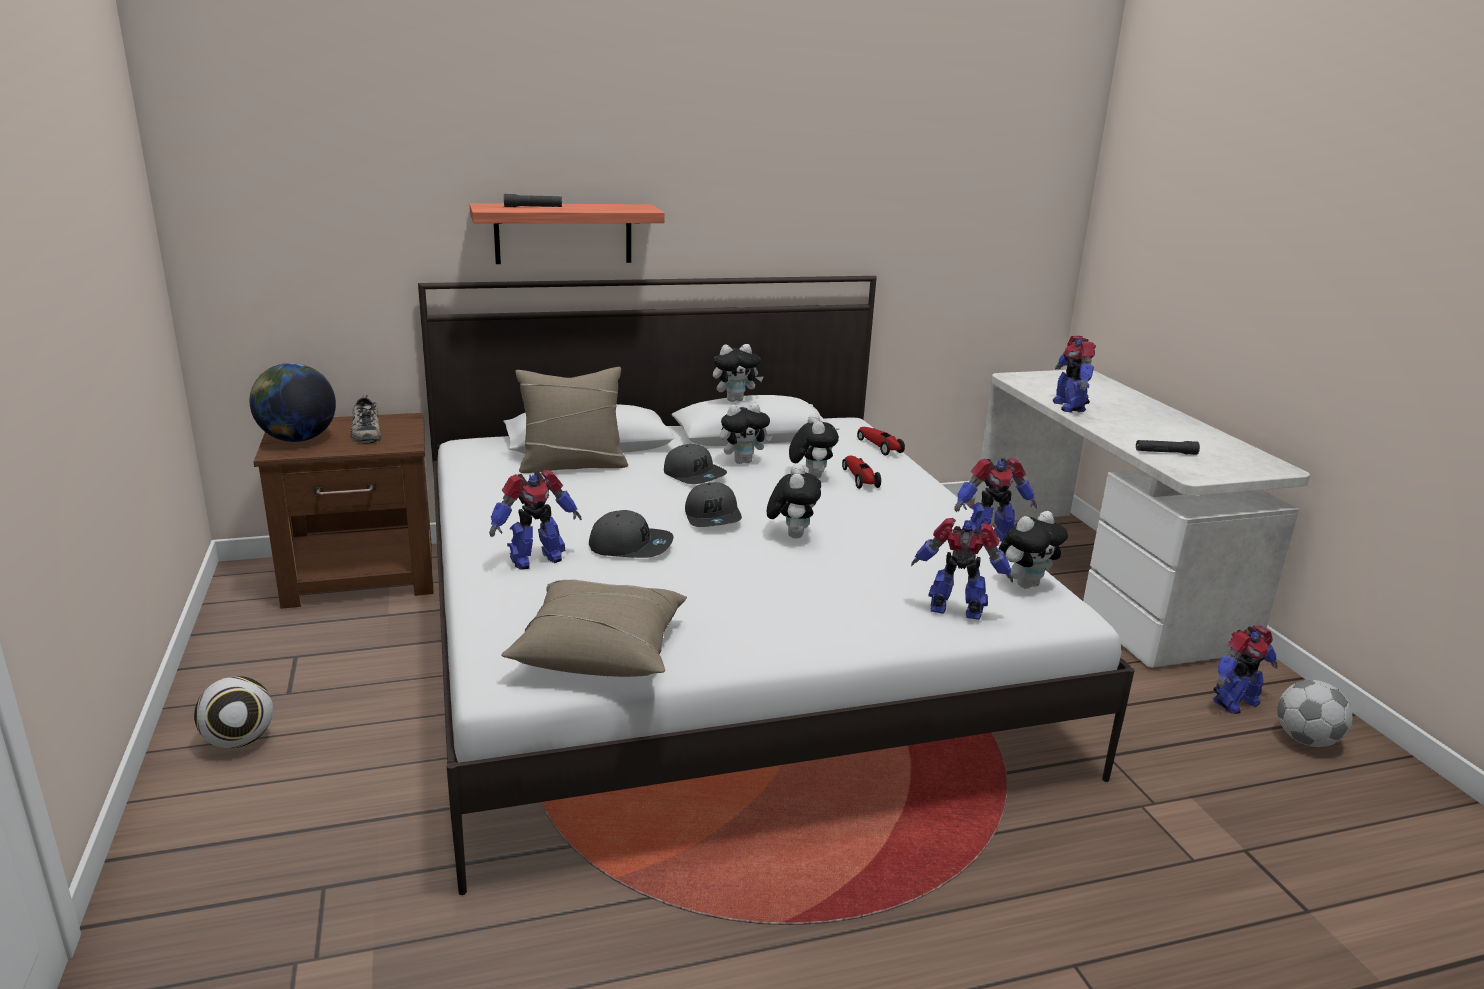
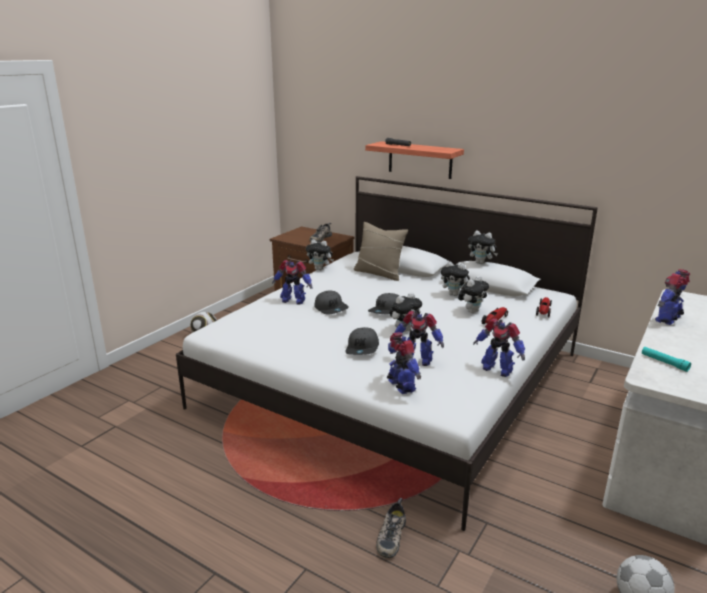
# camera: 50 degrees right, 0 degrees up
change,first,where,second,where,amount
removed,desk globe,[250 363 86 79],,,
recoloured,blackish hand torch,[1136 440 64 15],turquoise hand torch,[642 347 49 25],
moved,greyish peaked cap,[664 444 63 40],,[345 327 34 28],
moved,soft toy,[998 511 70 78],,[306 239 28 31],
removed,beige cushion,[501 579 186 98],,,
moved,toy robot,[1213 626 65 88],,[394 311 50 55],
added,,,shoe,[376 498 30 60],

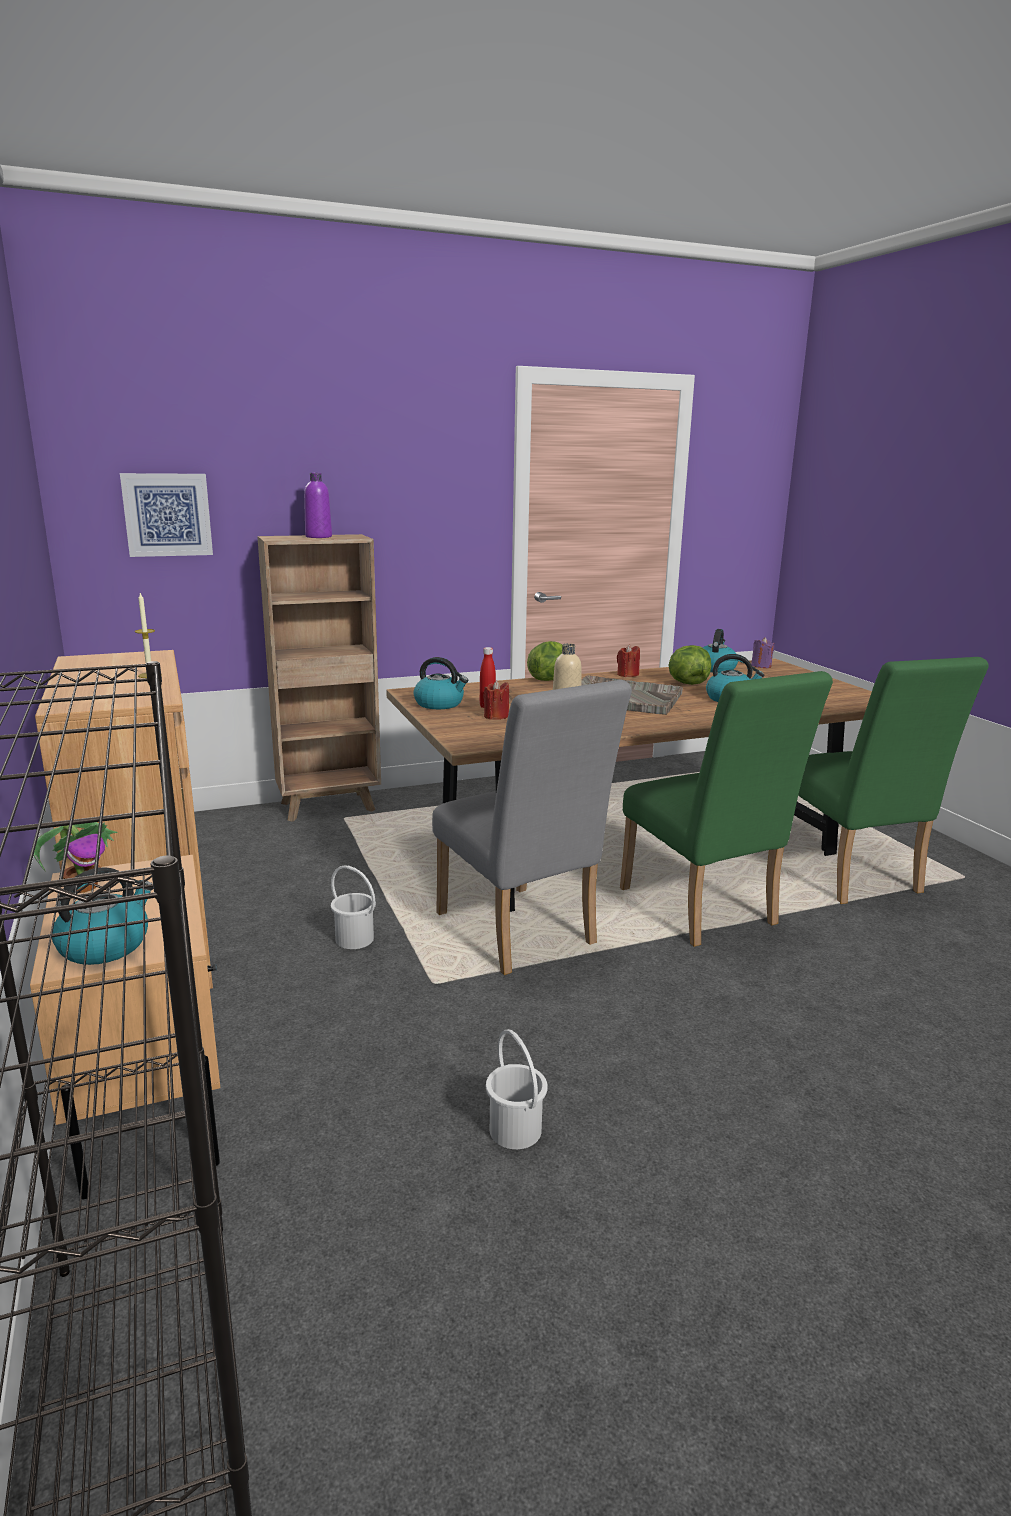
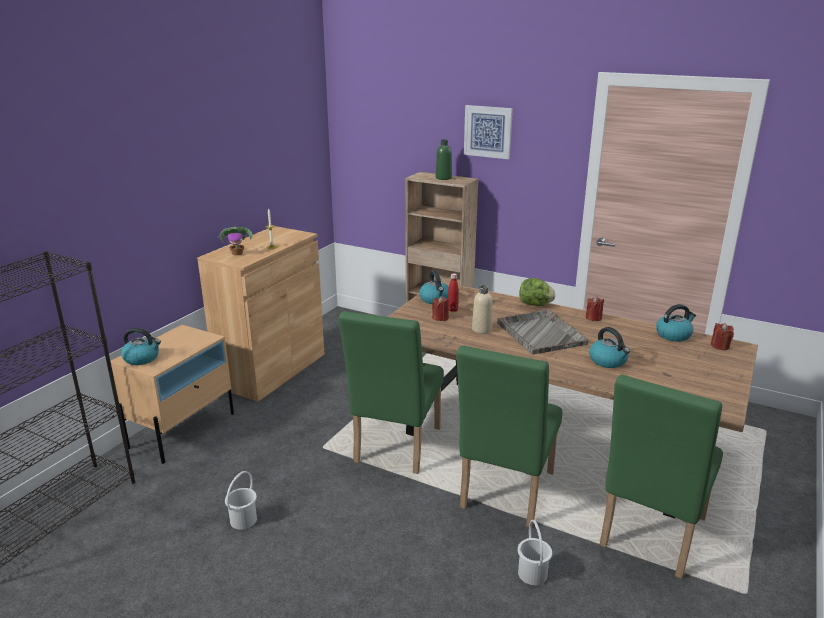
# camera: 50 degrees right, 5 degrees up
change,first,where,second,where,amount
moved,picture,[120 473 93 84],,[464 105 49 54],
recoloured,purple-coloured beverage bottle,[304 473 28 65],green beverage bottle,[436 140 16 40],
recoloured,purple-coloured wax light,[751 637 24 31],reddish wax light,[711 323 23 27],
removed,lettuce head,[669 645 42 40],,,
recoloured,greyish plain chair,[432 680 200 295],green plain chair,[338 311 106 163],
moved,plant in a pot,[33 822 85 71],,[218 227 35 29],
moved,white-coloured pail,[331 866 45 83],,[518 520 34 65],

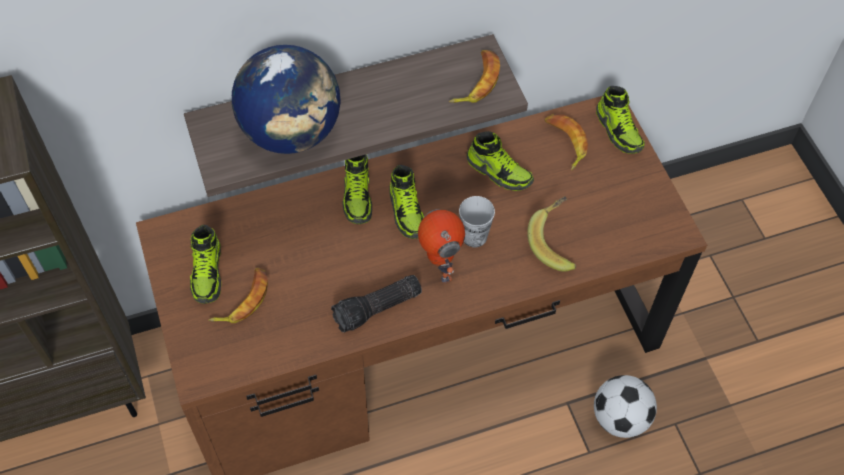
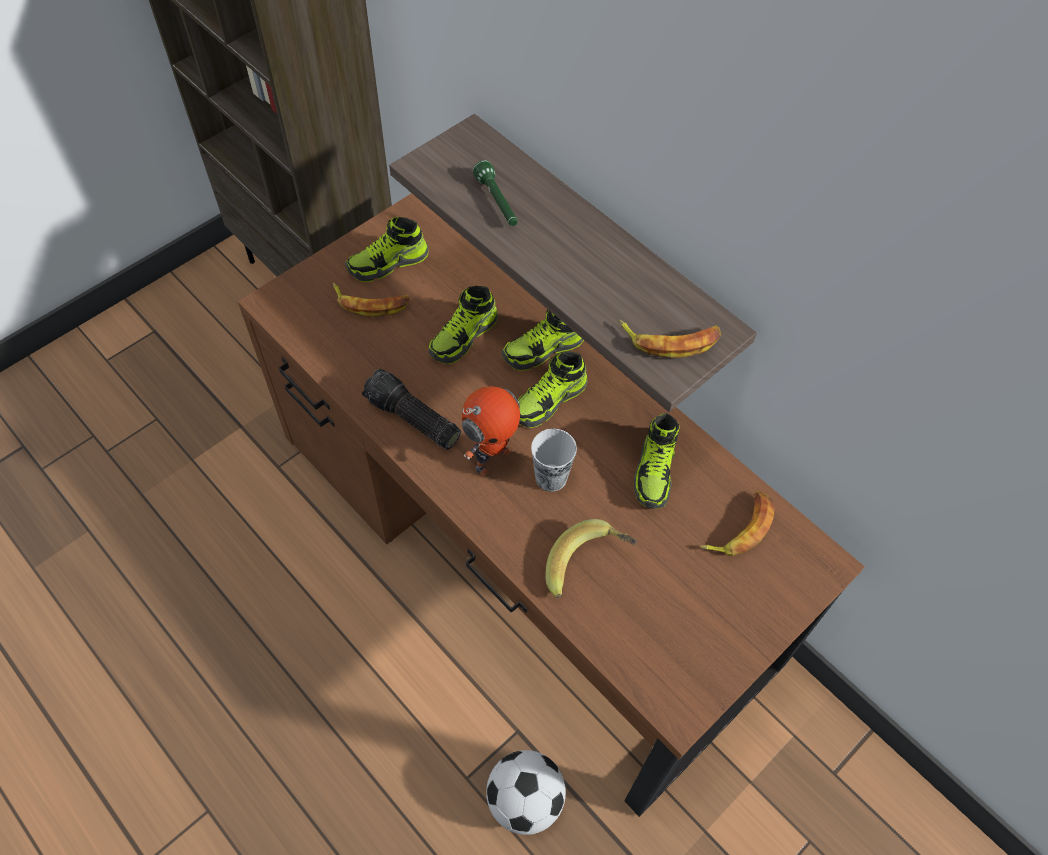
# camera: 65 degrees right, 0 degrees up
change,first,where,second,where,amount
replaced,desk globe,[232 45 108 109],green hand torch,[473 160 45 66],
moved,shoe,[596 86 49 68],,[428 286 70 78],

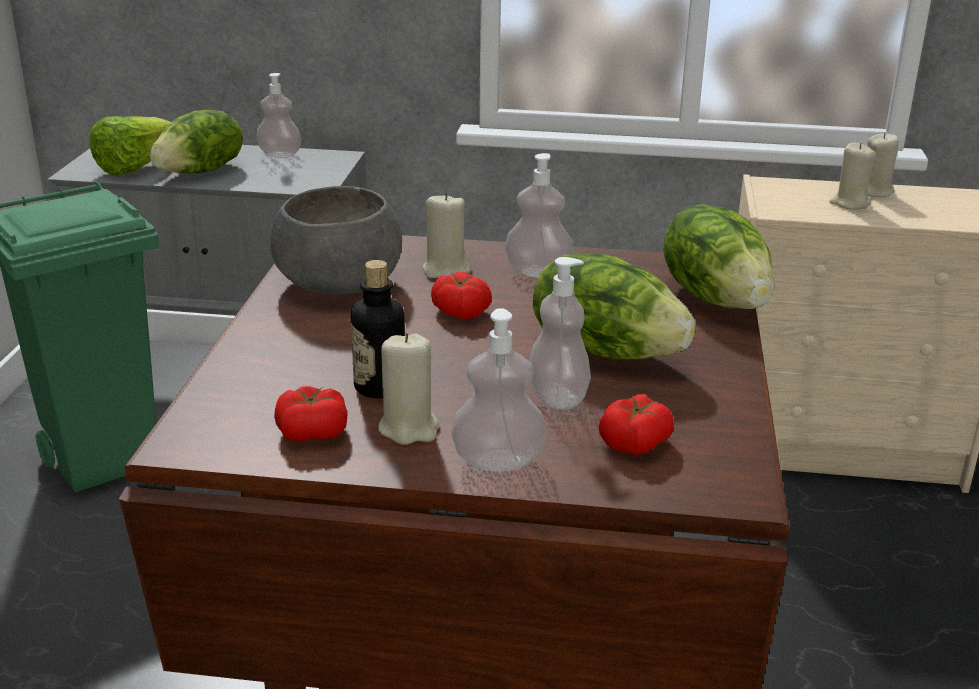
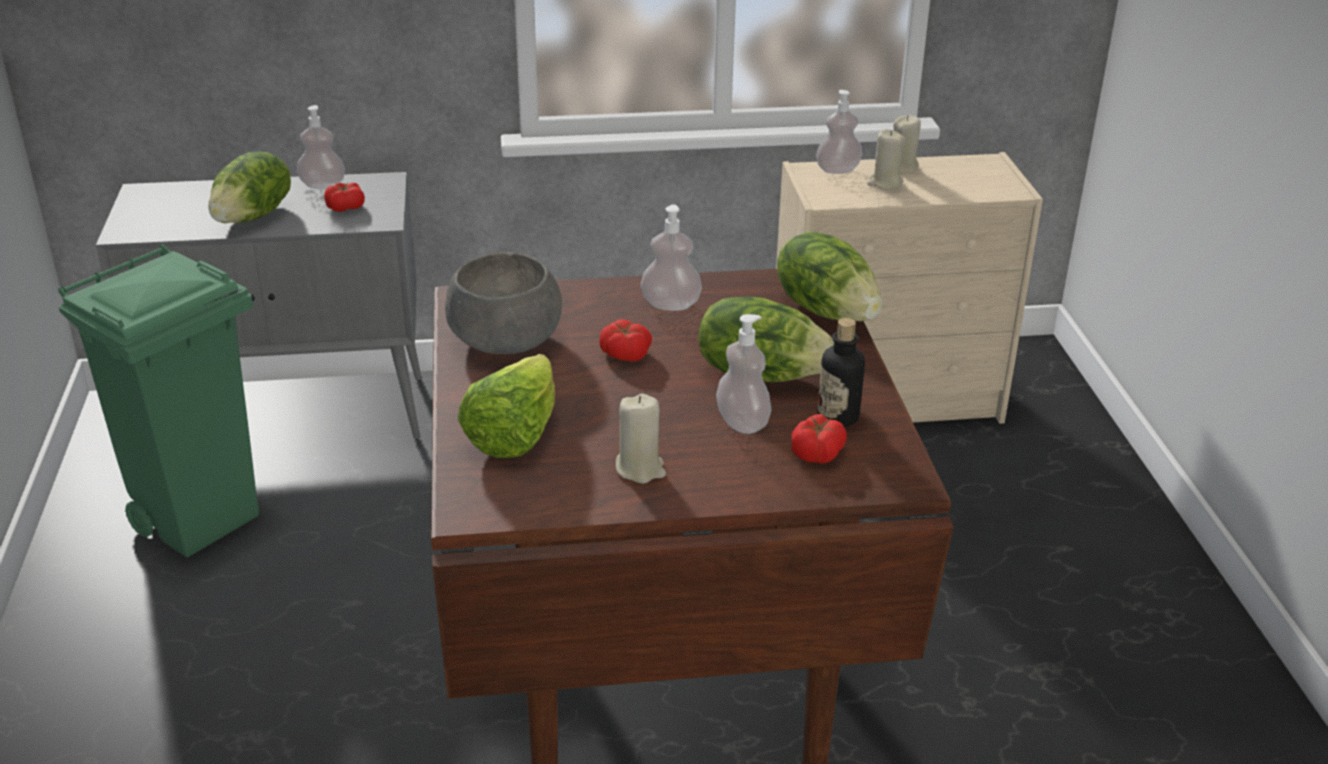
# camera: 15 degrees left, 5 degrees up
change,first,where,second,where,amount
moved,lettuce head,[89 116 82 59],,[458 354 97 104],
removed,beige wax light,[422 192 49 86],,,
moved,beverage bottle,[351 260 54 138],,[817 318 48 109],
moved,soap dispenser,[451 308 95 164],,[816 90 47 84],
moved,whole tomato,[274 386 74 55],,[324 182 41 30],

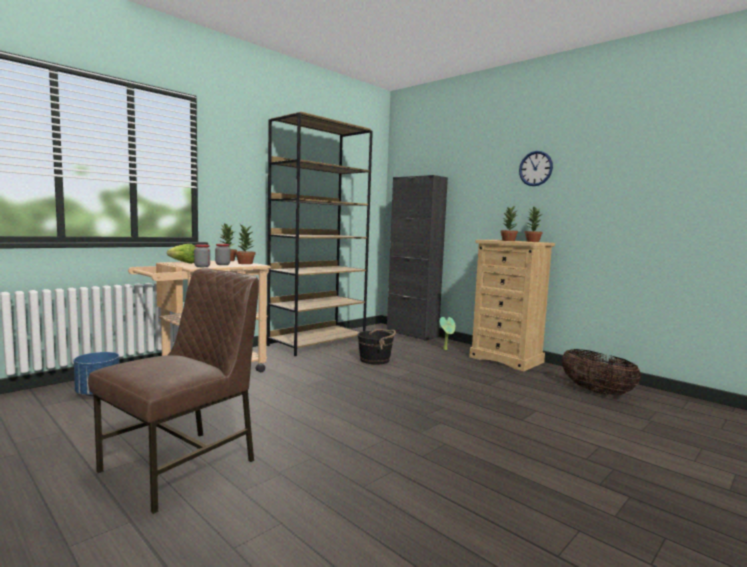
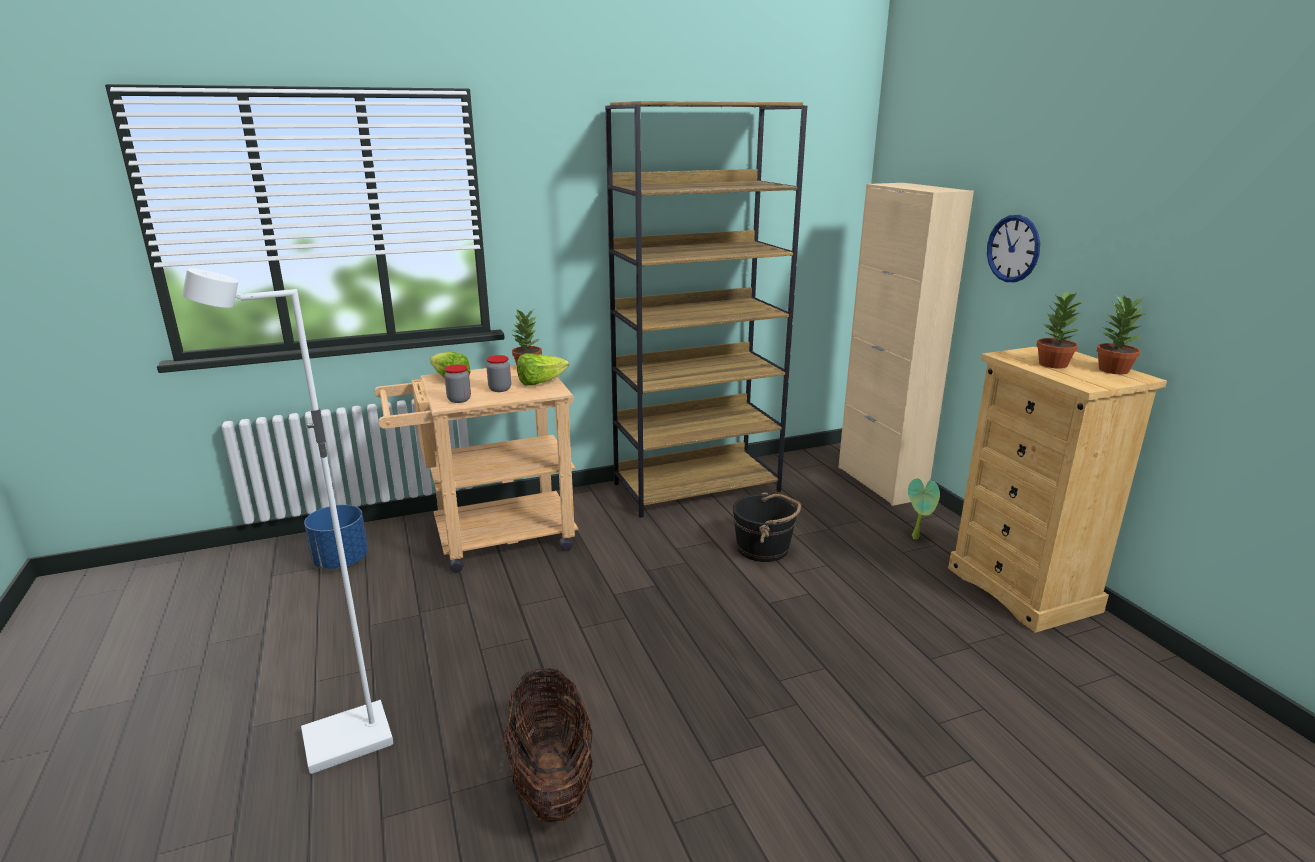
# camera: 25 degrees right, 15 degrees up
change,first,where,second,where,amount
moved,hanging clock,[519 151 34 35],,[987 215 53 67],
recoloured,blackish cupboard,[387 175 61 166],beige cupboard,[838 183 136 323],
replaced,plant in a pot,[235 223 20 41],lettuce head,[517 353 52 33],
replaced,brownish plain chair,[88 268 171 246],white-coloured standing lamp,[182 268 211 506],
moved,household basket,[562 349 79 46],,[504 668 89 154],

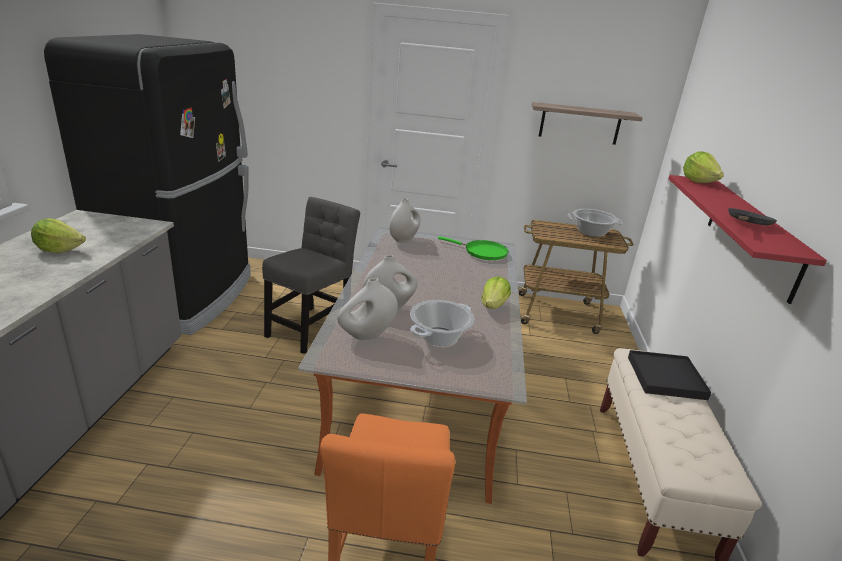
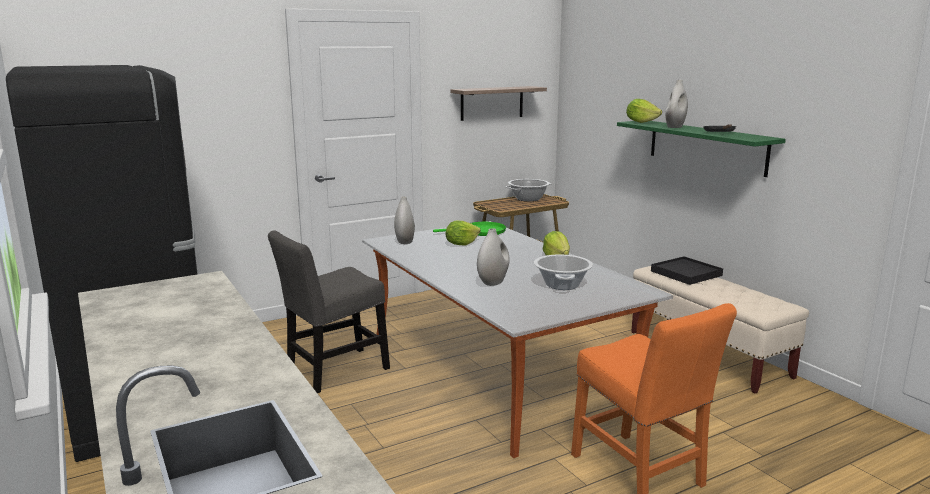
# camera: 35 degrees left, 10 degrees down
change,first,where,second,where,amount
recoloured,reddish wall shelf,[668 175 159 129],green wall shelf,[617 121 169 56],
turned,greyish plain chair,[262 197 98 157],,[268 231 122 162],120 degrees counterclockwise
moved,lettuce head,[31 218 55 35],,[446 221 35 24],
moved,white-coloured vase,[337 278 61 62],,[665 80 23 48],

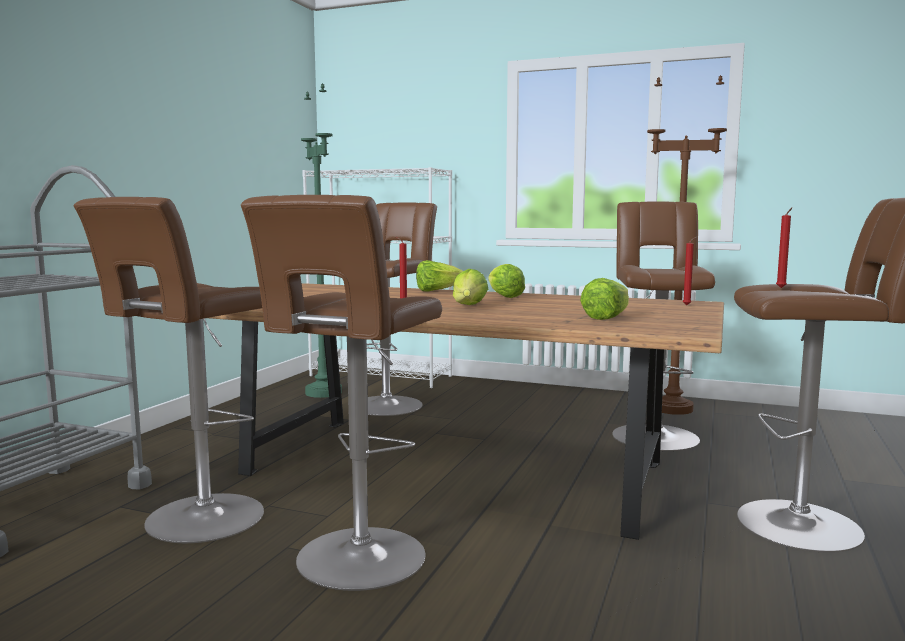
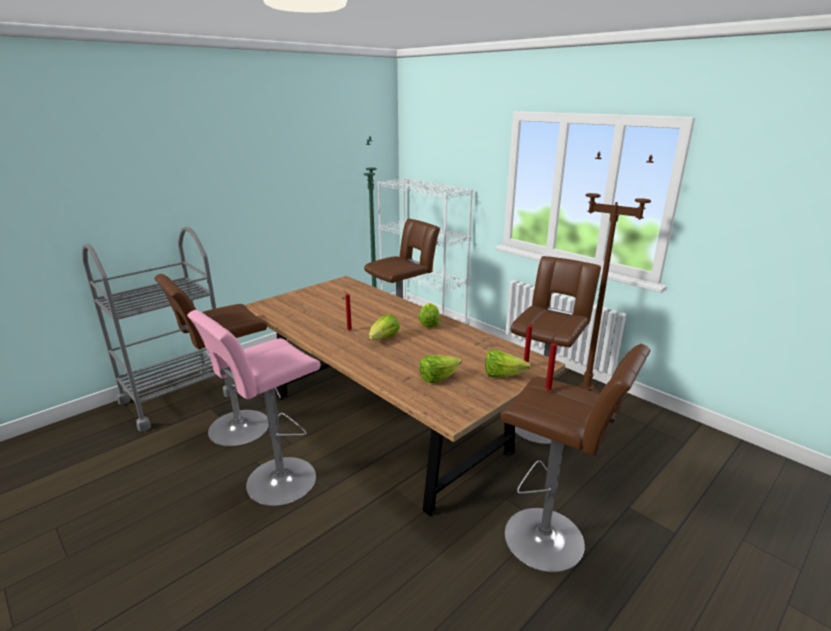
# camera: 25 degrees right, 15 degrees up
change,first,where,second,where,amount
recoloured,brownish stool,[241 195 201 396],pinkish stool,[187 310 134 196],
moved,lettuce head,[416 260 47 32],,[485 349 46 28],

